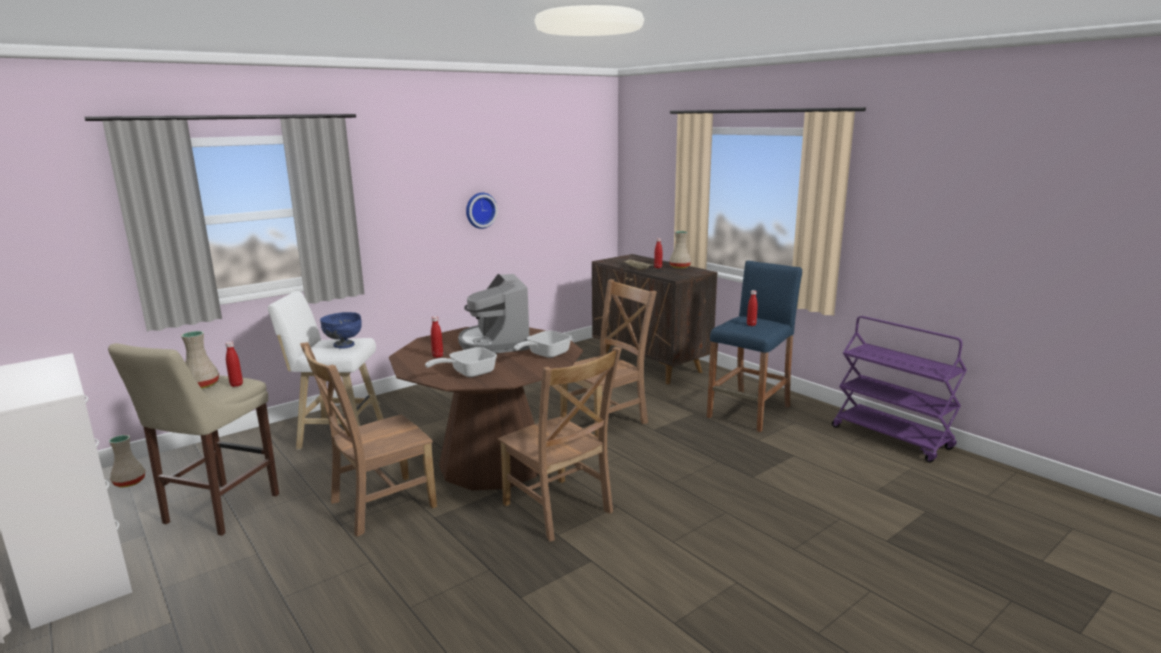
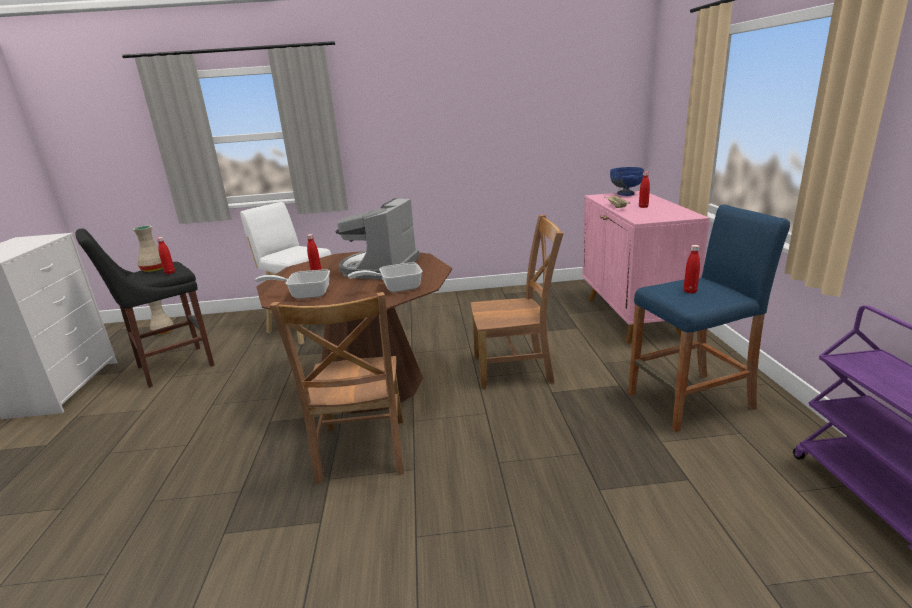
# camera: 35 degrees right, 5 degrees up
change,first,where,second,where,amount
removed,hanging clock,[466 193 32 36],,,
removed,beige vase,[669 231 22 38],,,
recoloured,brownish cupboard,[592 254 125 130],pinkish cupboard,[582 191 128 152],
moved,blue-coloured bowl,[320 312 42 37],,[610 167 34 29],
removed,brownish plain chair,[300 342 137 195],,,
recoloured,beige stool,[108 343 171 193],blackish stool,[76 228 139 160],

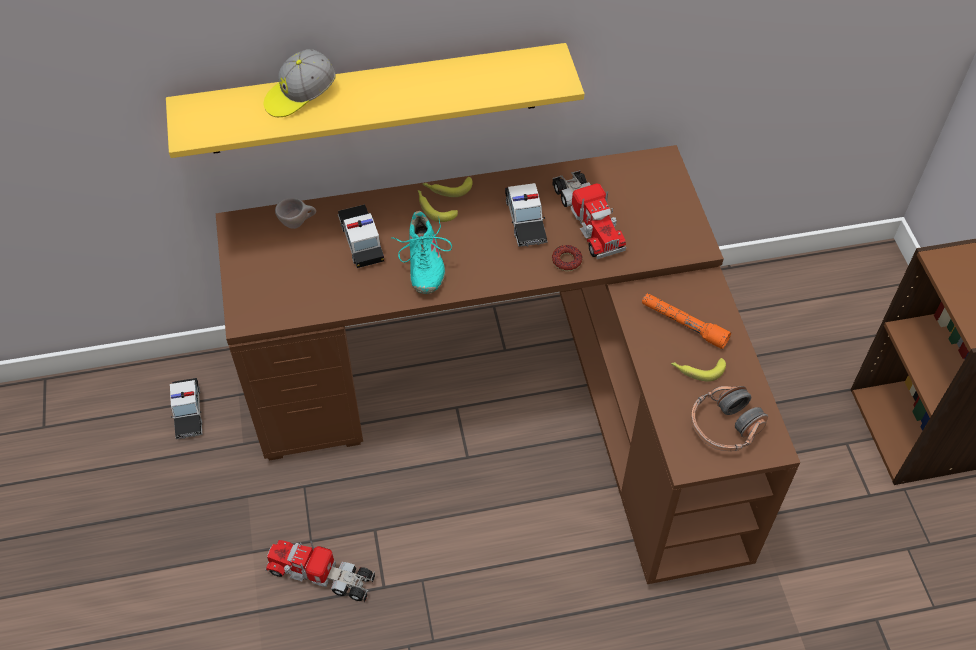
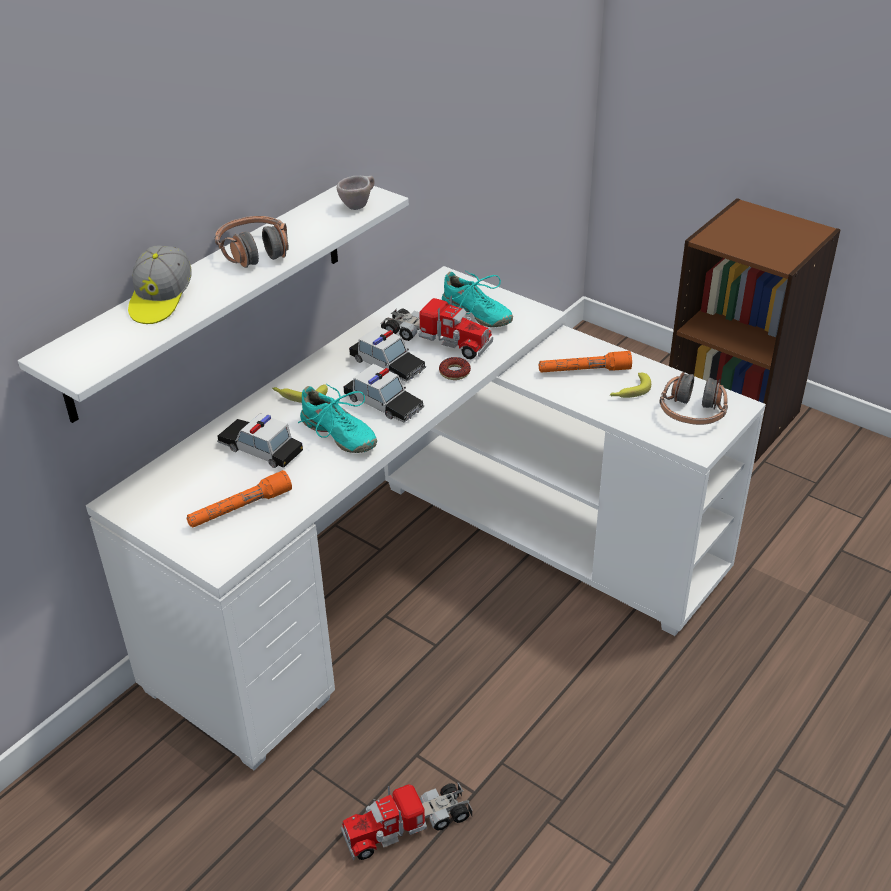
# camera: 40 degrees left, 15 degrees down
change,first,where,second,where,amount
recoloured,yellow wall shelf,[166 43 418 115],white-coloured wall shelf,[18 185 391 238],
recoloured,brownish desk unit,[216 145 584 439],white-coloured desk unit,[86 266 680 504],
removed,whole banana,[423 177 50 20],,,
moved,beige small cup,[275 198 41 31],,[337 176 38 34],
moved,model car,[170 378 32 61],,[344 364 80 59],
added,,,headphones,[215 216 74 52],
added,,,turquoise shoe,[442 271 71 56],
added,,,orange-coloured hand torch,[187 470 105 58],

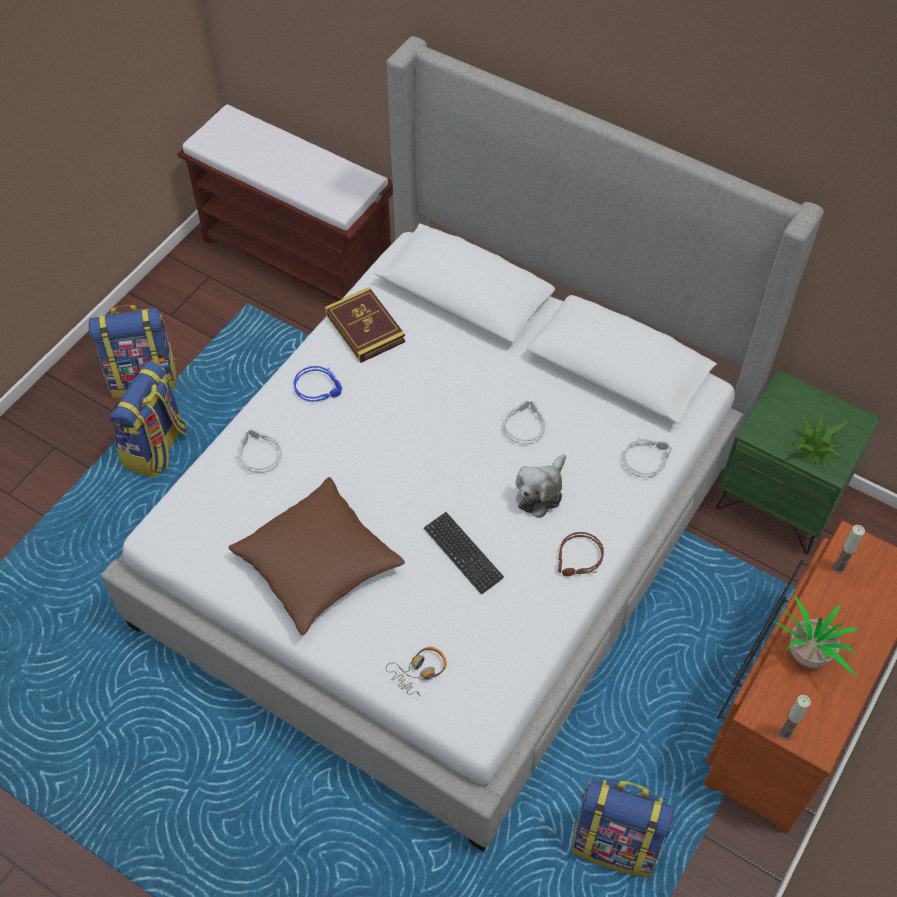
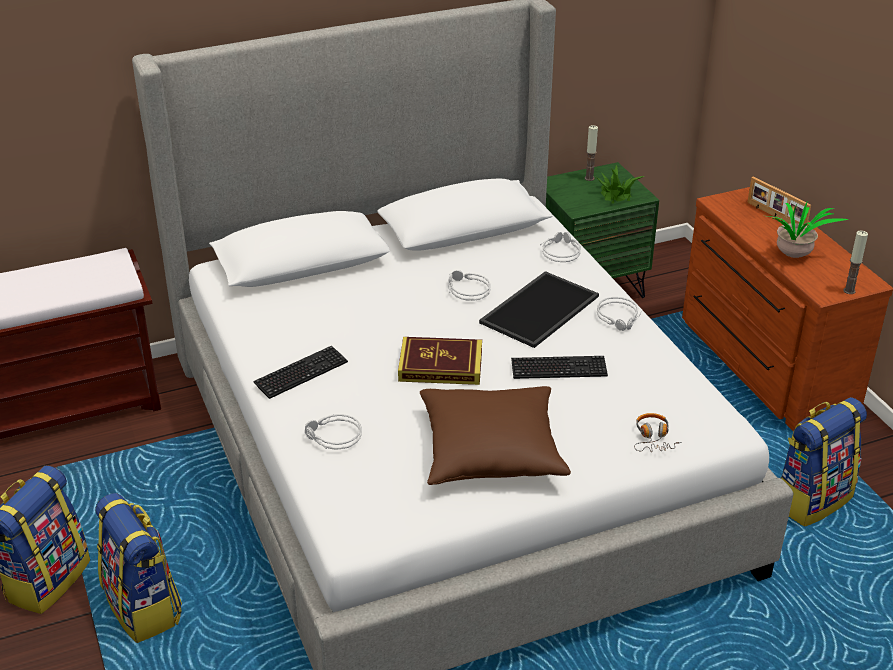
# camera: 55 degrees left, 20 degrees down
change,first,where,second,where,amount
moved,bound book,[325 287 80 76],,[398 337 84 48],
replaced,blue-coloured headphones,[294 366 48 36],computer keyboard,[253 346 95 53],
replaced,soft toy,[516 454 50 64],carrying tray,[479 271 120 77],
moved,wax light,[833 525 32 49],,[585 125 13 56],
recoloured,brownish headphones,[558 532 46 44],greyish headphones,[597 297 45 34],
added,,,photo frame,[747 176 64 50],

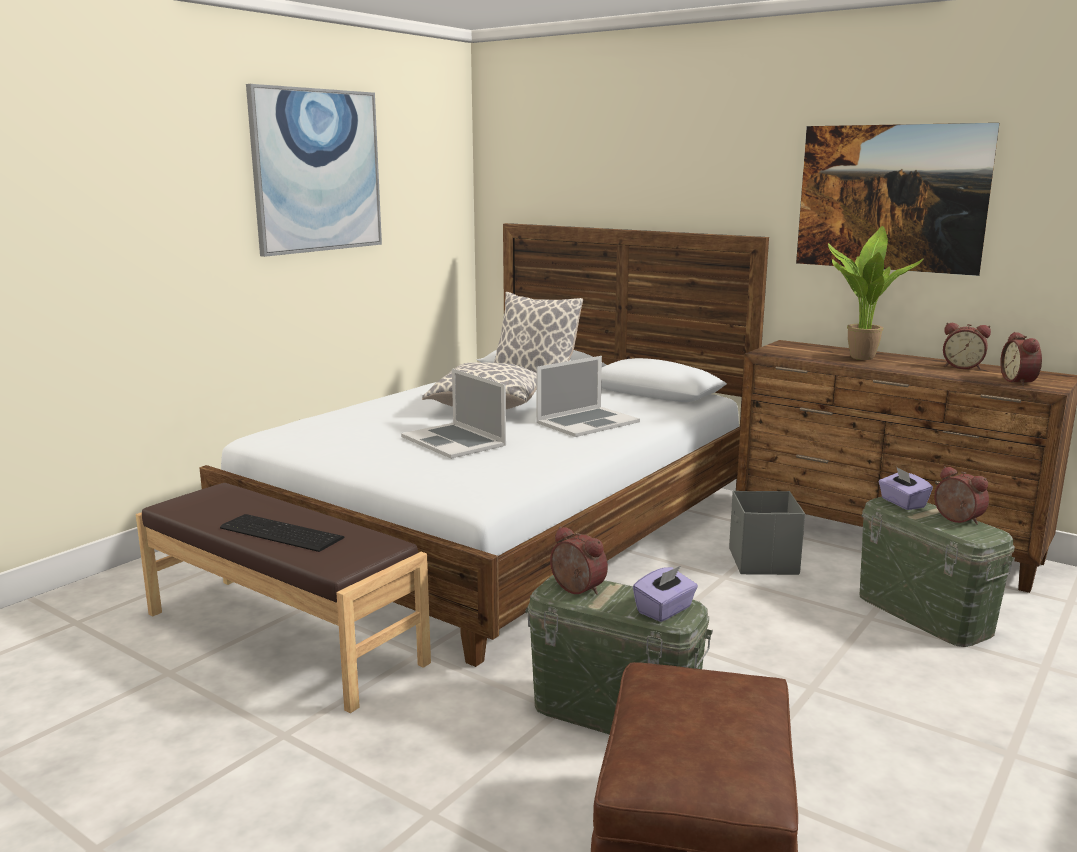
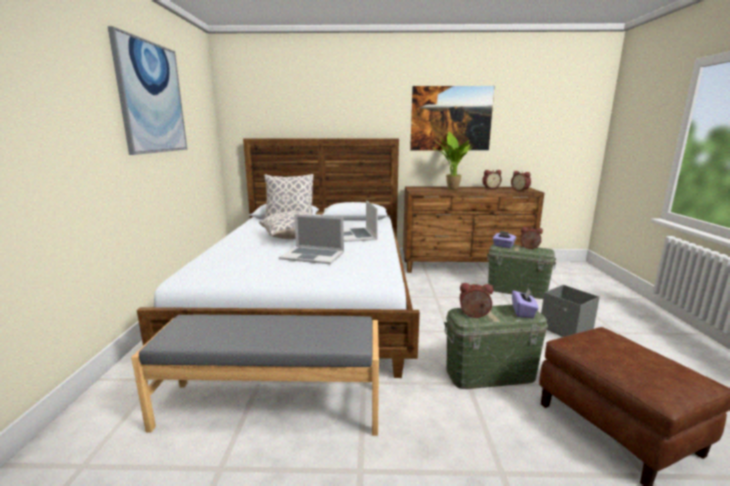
# camera: 35 degrees left, 0 degrees up
change,first,where,second,where,amount
turned,laptop,[537 356 103 81],,[344 200 34 42],150 degrees clockwise
recoloured,brownish long seat,[136 483 295 230],greyish long seat,[131 315 248 121],
moved,greyish storage bin,[729 491 76 84],,[541 285 59 52],
removed,computer keyboard,[220 514 125 38],,,

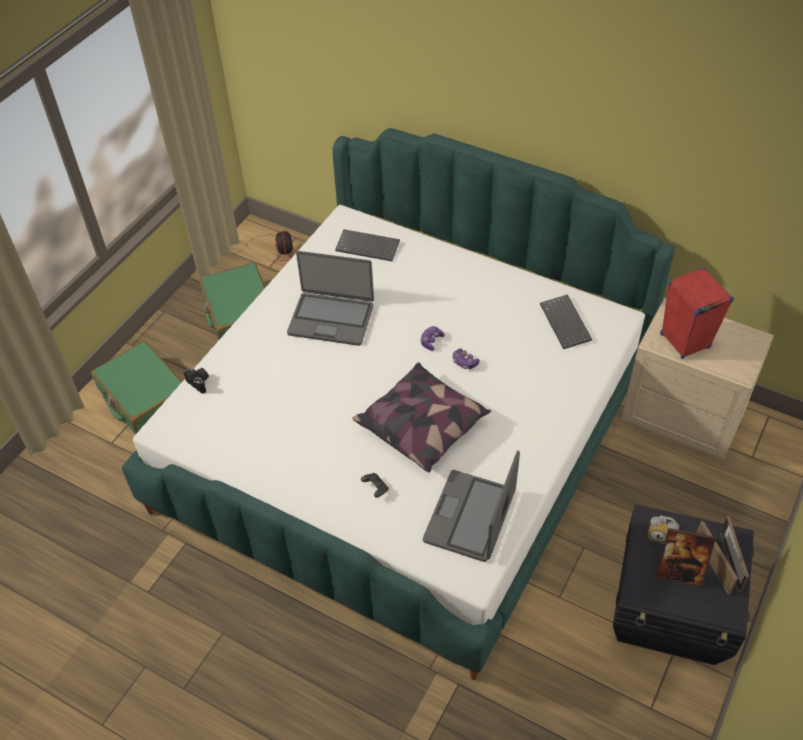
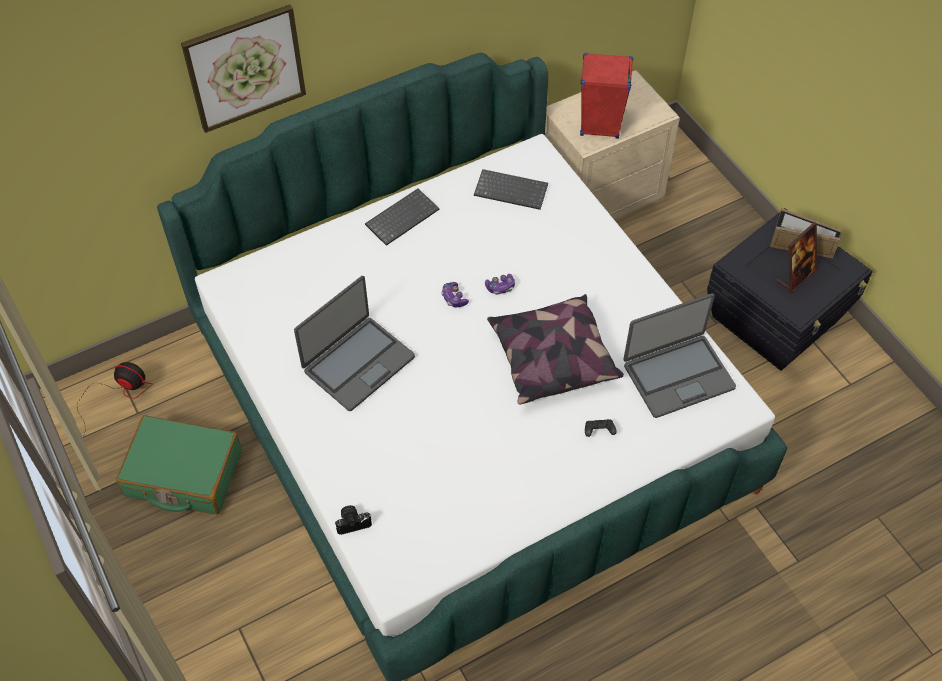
# camera: 60 degrees left, 5 degrees up
change,first,where,second,where,amount
moved,computer keyboard,[335 229 65 32],,[365 188 74 58],
removed,green travel case,[91 341 91 93],,,
turned,laptop,[423 451 97 111],,[623 293 113 125],75 degrees counterclockwise
removed,alarm clock,[648 515 31 29],,,
added,,,picture,[181 4 125 129],

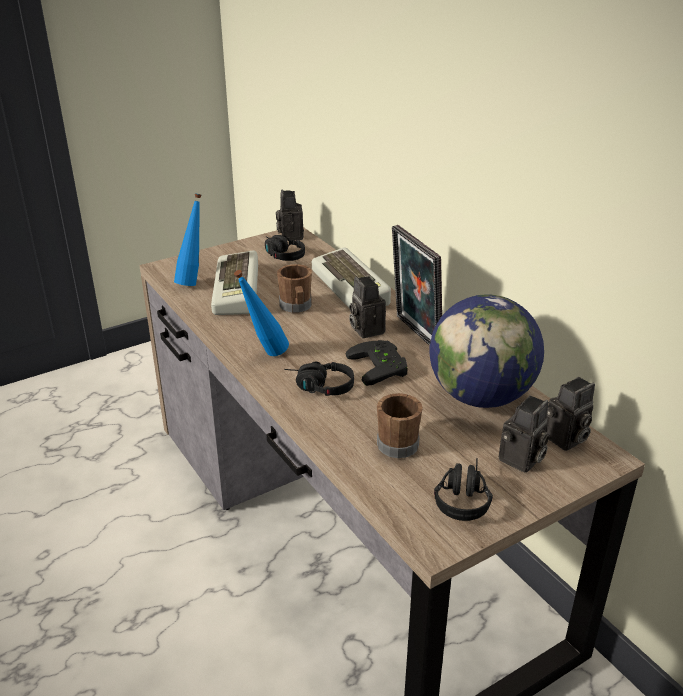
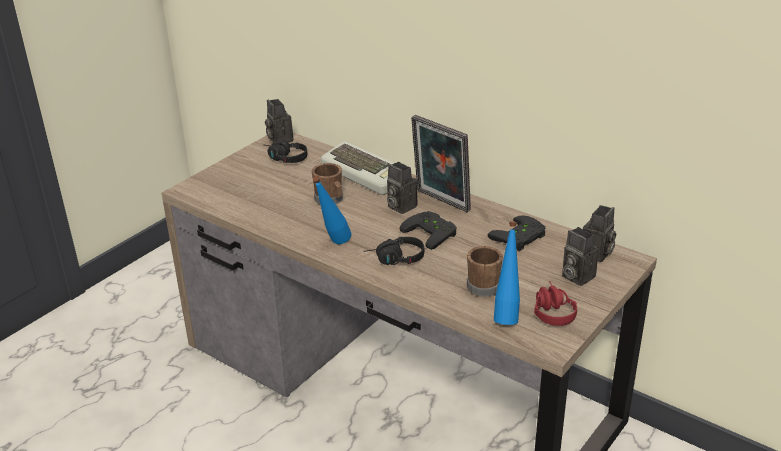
# camera: 20 degrees left, 0 degrees up
change,first,where,second,where,amount
moved,blue-coloured beverage bottle,[174 194 27 92],,[494 221 26 104],
removed,computer keyboard,[211 250 47 65],,,
replaced,desk globe,[430 295 114 113],blackish gamepad,[488 215 58 36],
turned,still camera,[499 395 50 78],,[562 227 37 59],120 degrees clockwise
recoloured,blackish headphones,[434 458 59 63],reddish headphones,[534 281 43 45],

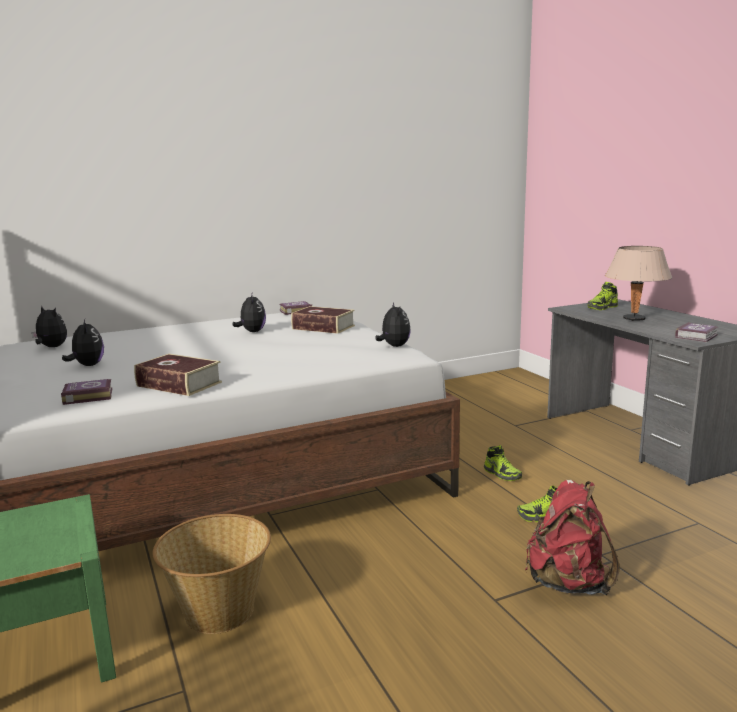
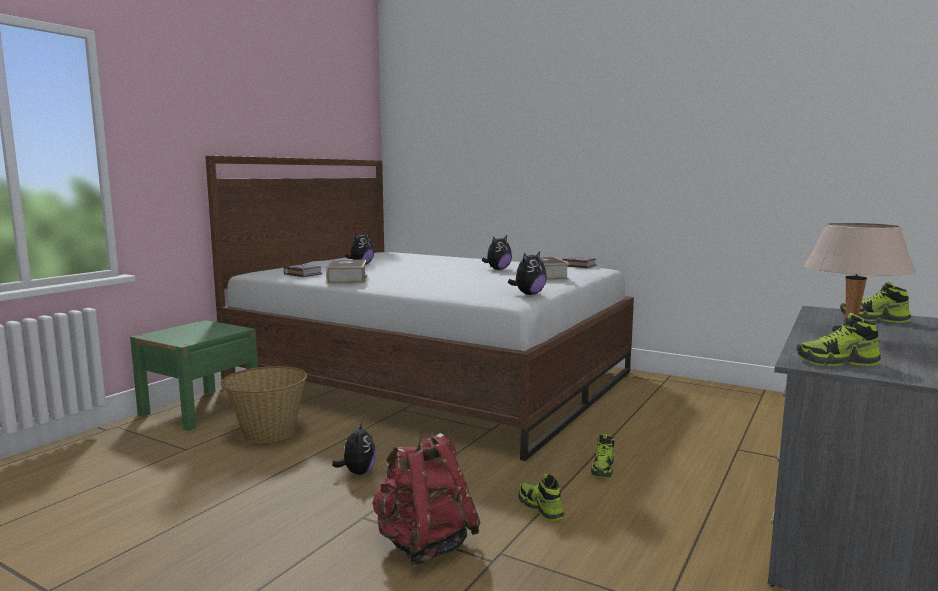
# camera: 55 degrees right, 5 degrees down
change,first,where,second,where,amount
moved,soft toy,[32 306 35 41],,[332 422 44 53],
replaced,bound book,[675 322 43 20],shoe,[796 313 85 53],

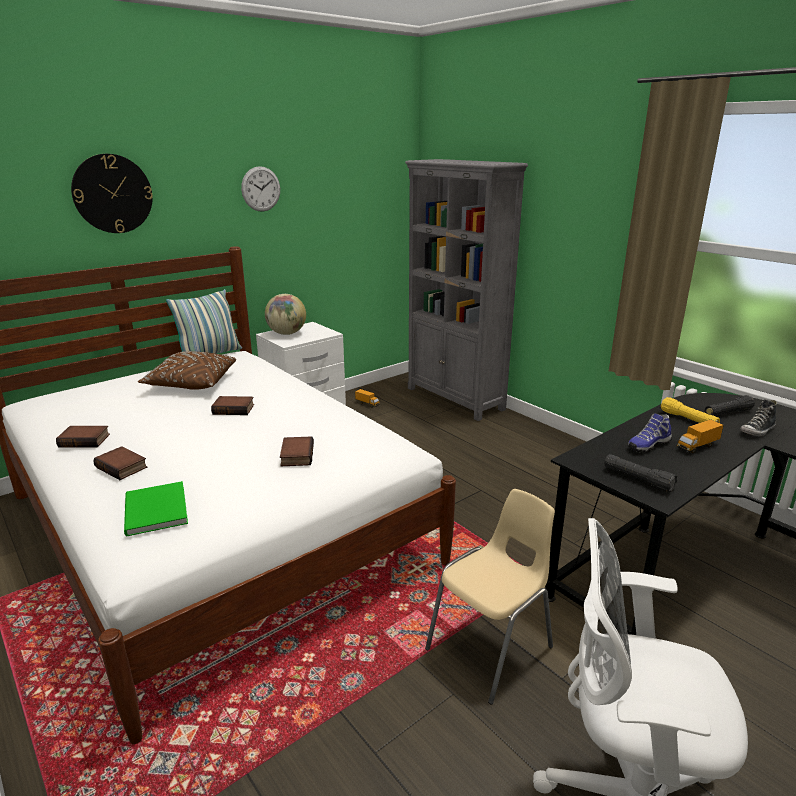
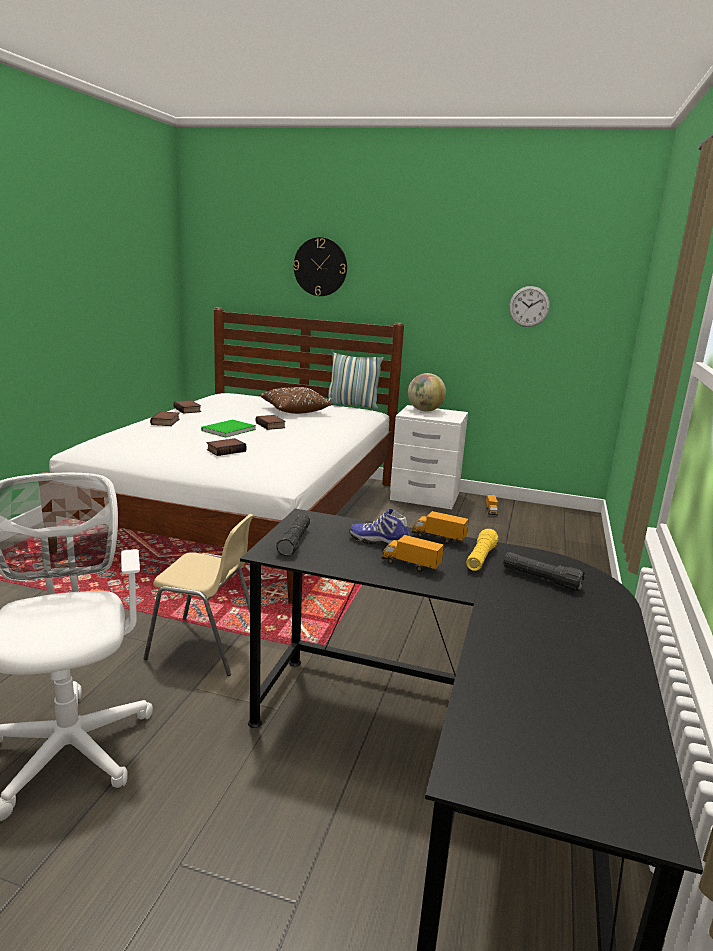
# camera: 55 degrees right, 5 degrees down
change,first,where,second,where,amount
removed,greyish bookshelf,[405 159 123 262],,,
moved,hanging clock,[241 166 39 46],,[509 286 41 41],
removed,shoe,[740 399 37 37],,,
moved,green bound book,[124 481 64 55],,[201 420 55 18],
added,,,toy lorry,[412 511 57 33],

